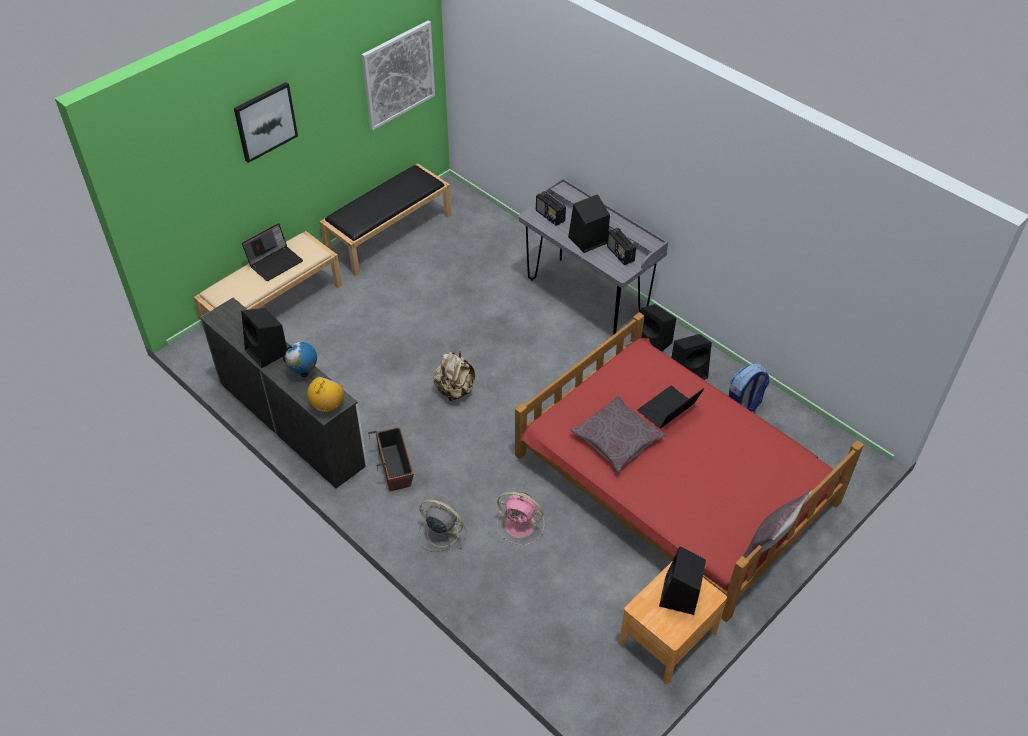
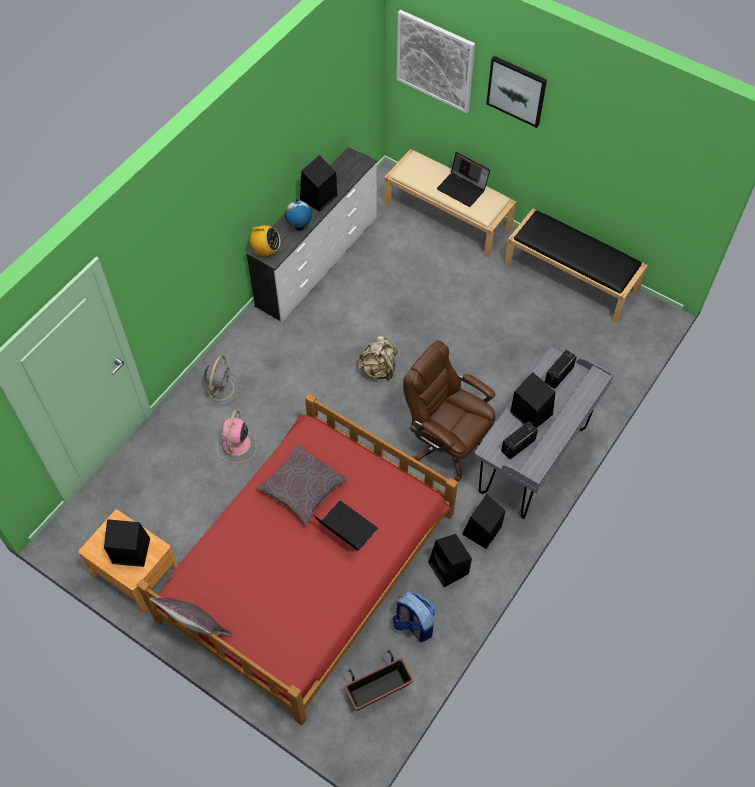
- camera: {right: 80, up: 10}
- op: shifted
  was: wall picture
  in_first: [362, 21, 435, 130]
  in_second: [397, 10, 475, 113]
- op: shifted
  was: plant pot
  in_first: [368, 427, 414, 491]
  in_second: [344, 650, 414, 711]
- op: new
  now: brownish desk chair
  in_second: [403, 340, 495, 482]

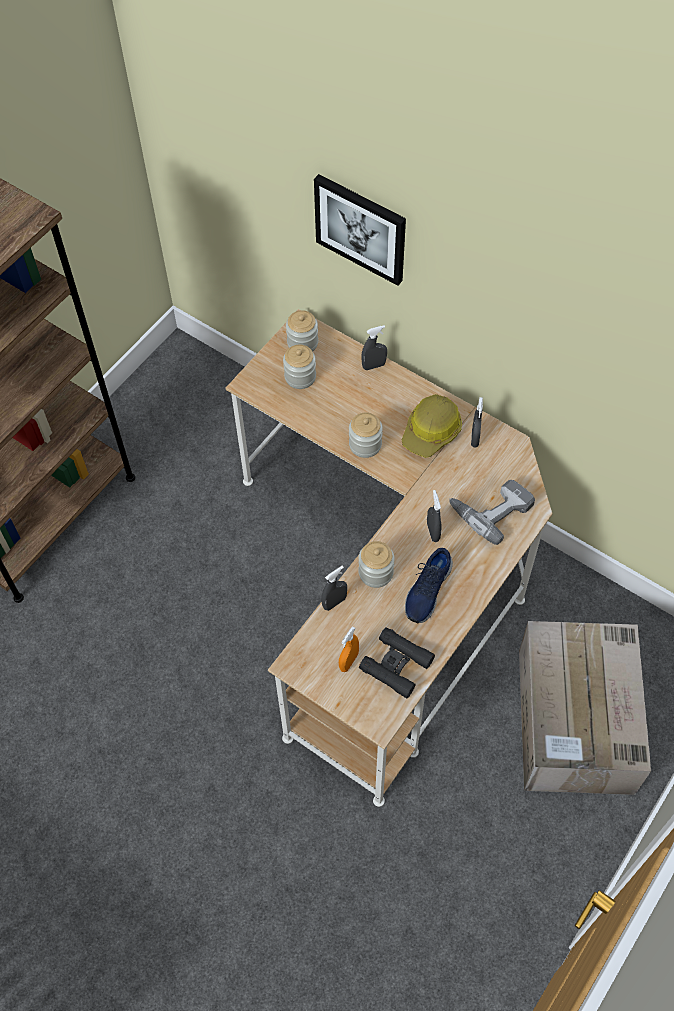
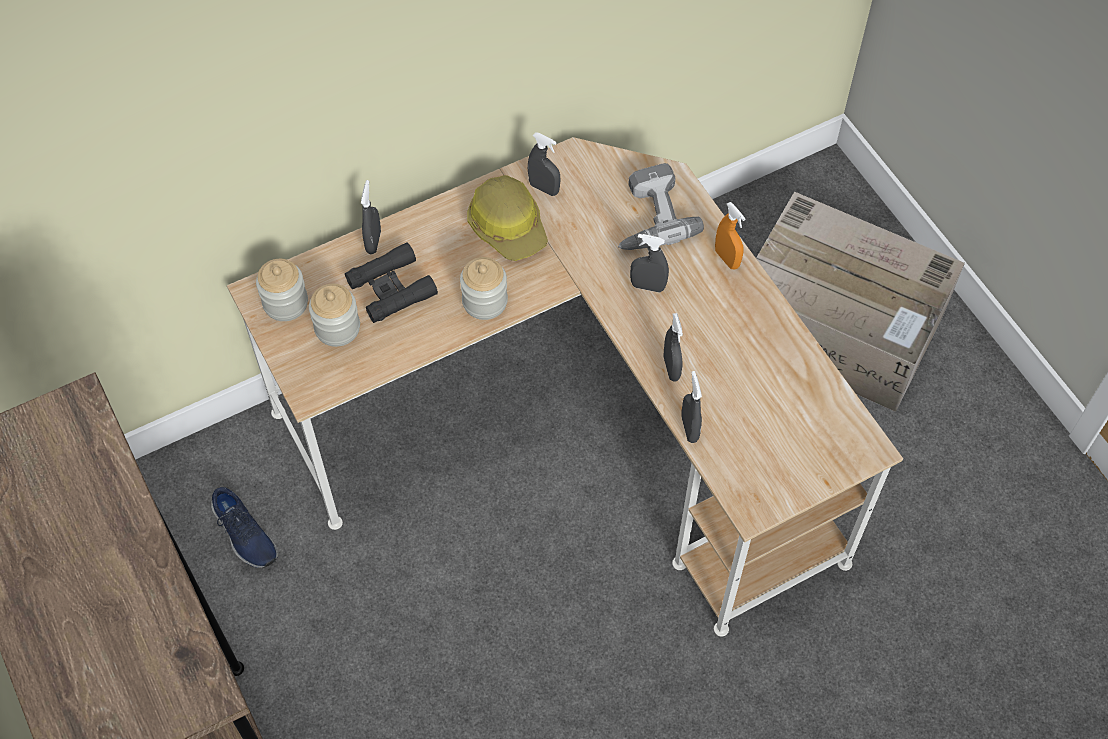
- camera: {right: -65, up: 0}
- op: gone
  was: wall picture
  in_first: [314, 174, 406, 286]
- op: swapped
  was: jar
  now: grey hand sprayer
  in_first: [358, 541, 395, 588]
  in_second: [664, 313, 683, 382]
- op: shifted
  was: blue-coloured shoe
  in_first: [405, 548, 453, 623]
  in_second: [211, 487, 278, 568]
- op: shifted
  was: orange hand sprayer
  in_first: [339, 626, 359, 672]
  in_second: [715, 202, 746, 270]
- op: shifted
  was: black-coloured pair of binoculars
  in_first: [359, 627, 435, 699]
  in_second: [345, 242, 438, 323]

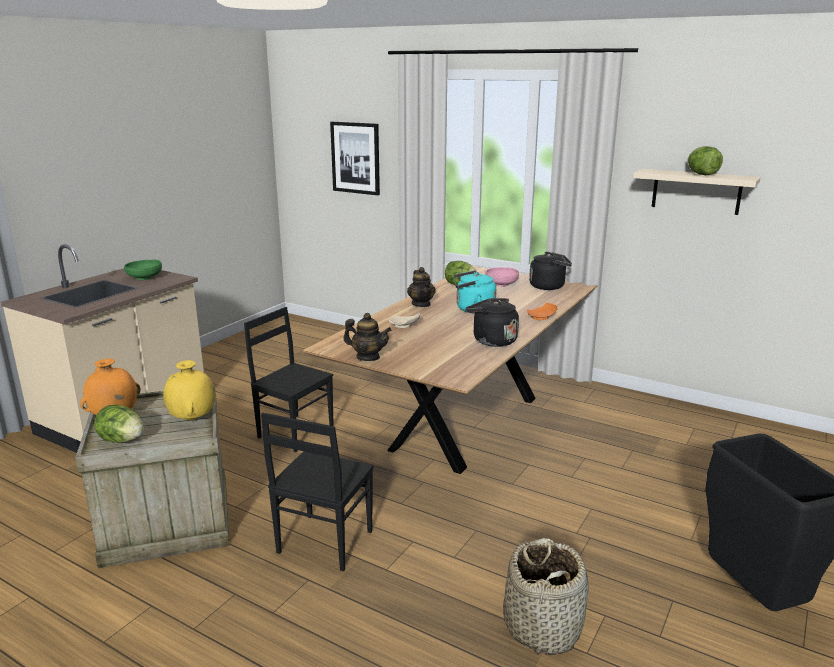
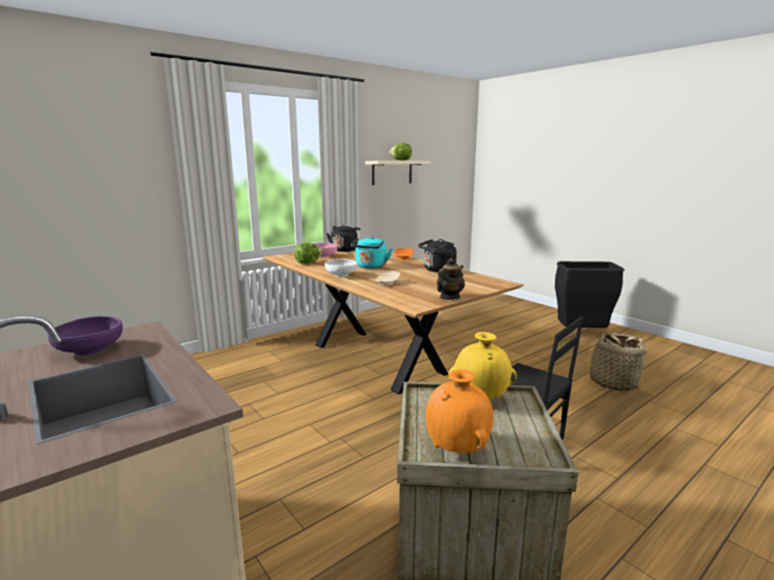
- camera: {right: -70, up: -5}
- op: gone
  was: wall picture
  in_first: [330, 122, 380, 195]
- op: repainted
  was: green-coloured serving bowl
  now: purplish serving bowl
  in_first: [124, 260, 162, 280]
  in_second: [48, 316, 123, 356]
- op: swapped
  was: tea pot
  now: whitish serving bowl
  in_first: [407, 267, 436, 307]
  in_second: [325, 259, 357, 277]
- op: gone
  was: black-coloured upright chair
  in_first: [244, 307, 334, 452]
- op: gone
  was: lettuce head
  in_first: [95, 405, 144, 443]

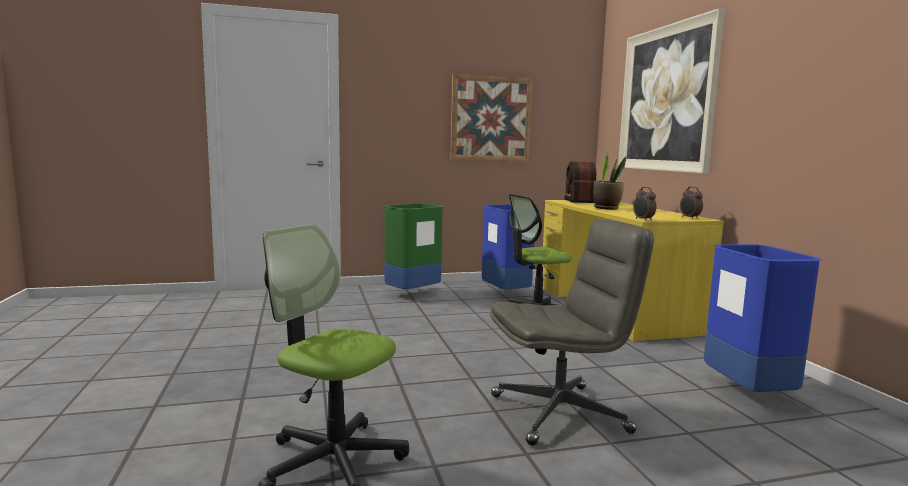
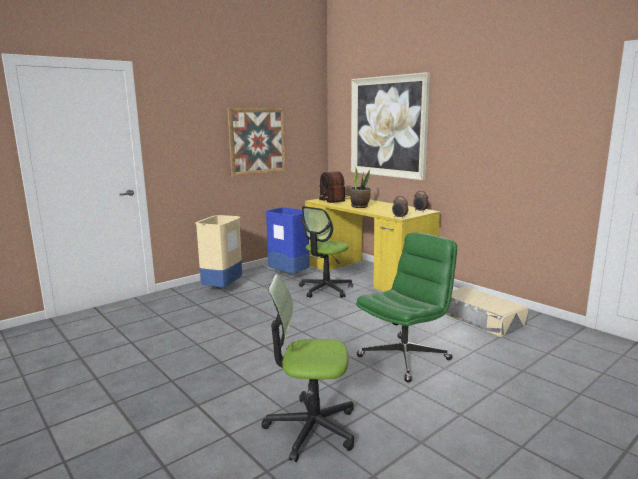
- camera: {right: -25, up: 5}
- op: repainted
  was: green-coloured rubbish bin
  now: sand-coloured rubbish bin
  in_first: [384, 203, 444, 289]
  in_second: [196, 215, 242, 287]
- op: repainted
  was: grey desk chair
  now: green-coloured desk chair
  in_first: [490, 219, 654, 446]
  in_second: [356, 232, 457, 383]
- op: swapped
  was: blue-coloured rubbish bin
  now: sand-coloured storage container
  in_first: [704, 244, 822, 392]
  in_second: [445, 286, 529, 337]

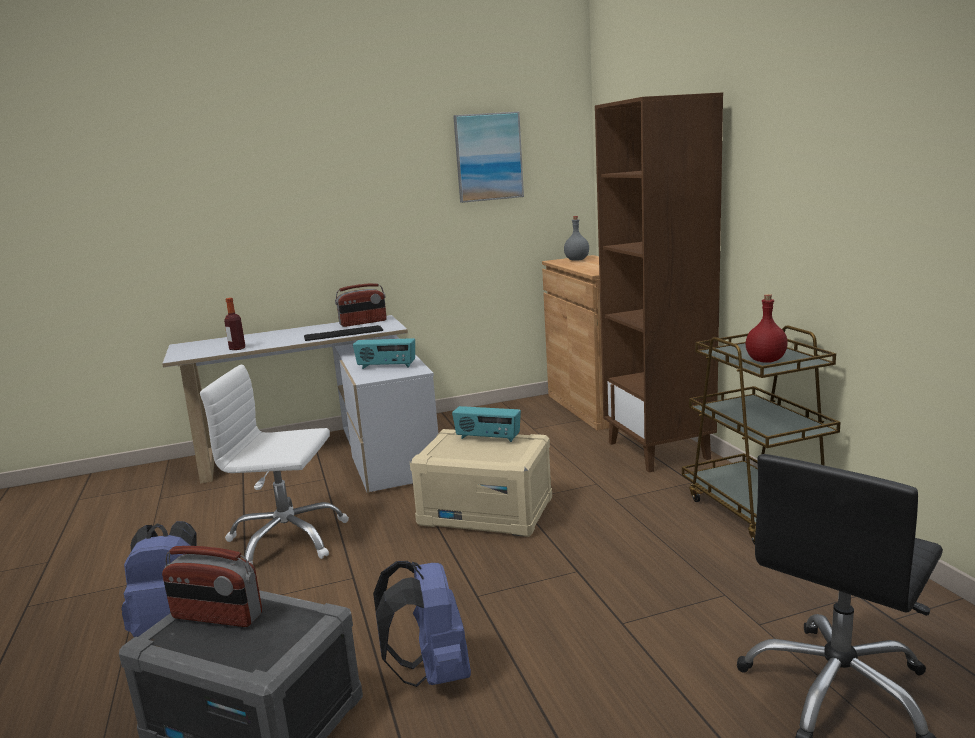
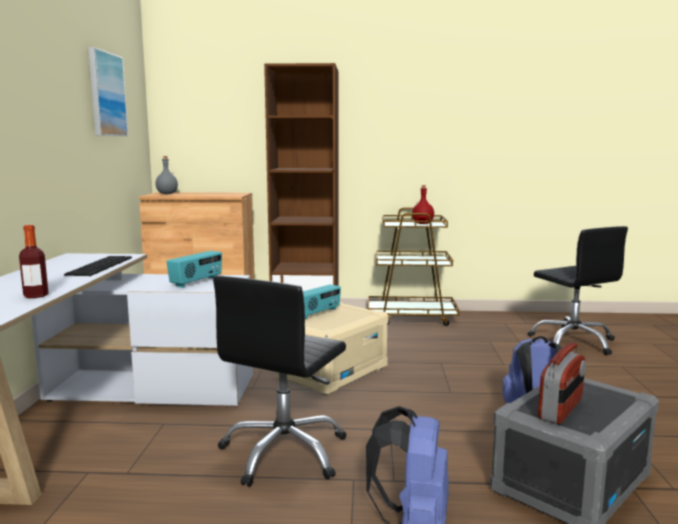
- camera: {right: -70, up: -5}
- op: gone
  was: radio set
  in_first: [335, 283, 387, 327]
- op: repainted
  was: whitish desk chair
  now: black-coloured desk chair
  in_first: [200, 365, 349, 564]
  in_second: [213, 276, 347, 487]

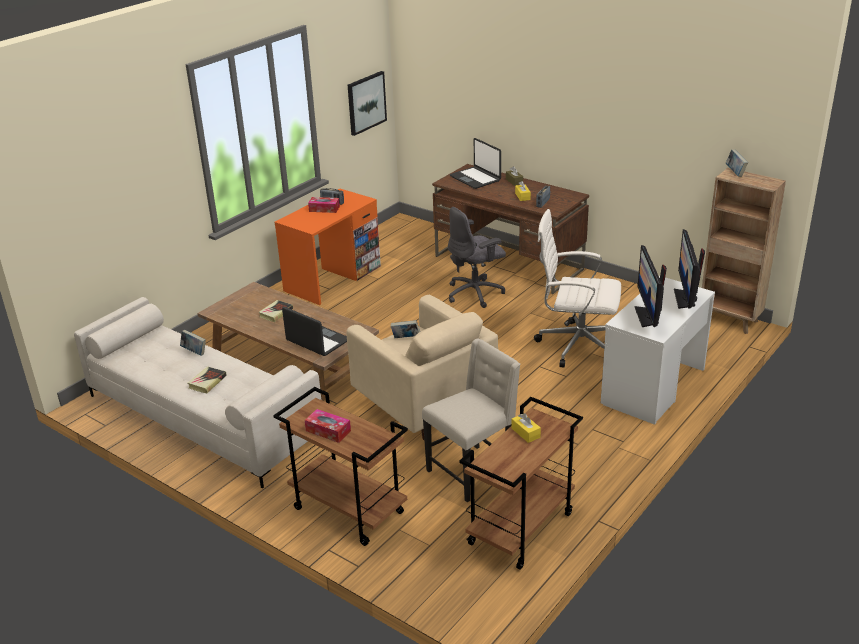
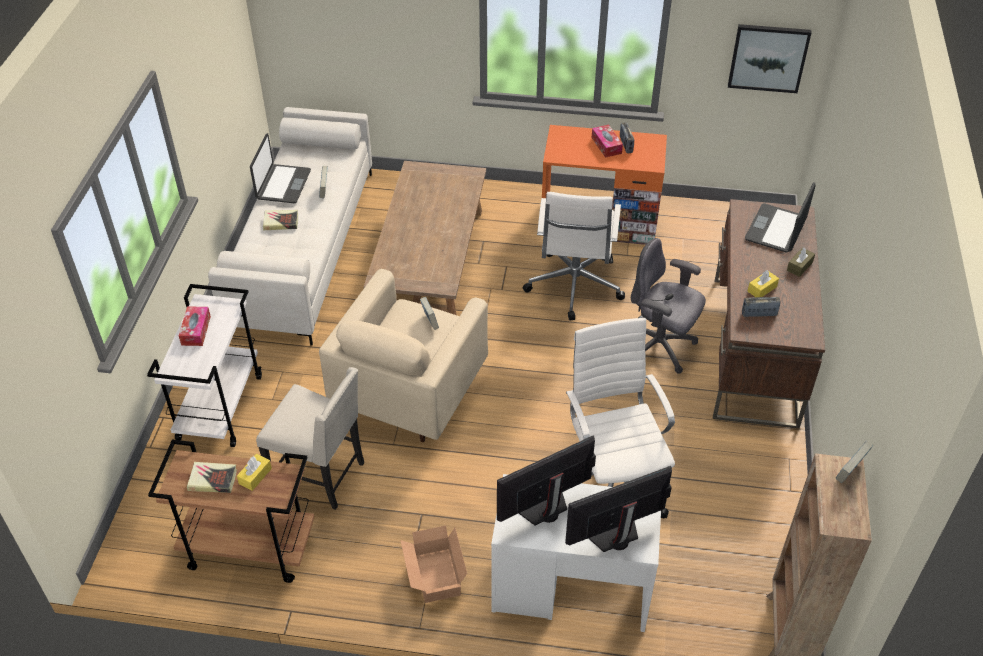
- camera: {right: 60, up: 15}
- op: shifted
  was: book
  in_first: [259, 300, 293, 322]
  in_second: [187, 462, 237, 493]
- op: shifted
  was: notebook computer
  in_first: [282, 307, 347, 356]
  in_second: [250, 133, 311, 203]
- op: repainted
  was: brownish wheeled cart
  now: whitish wheeled cart
  in_first: [273, 387, 408, 546]
  in_second: [147, 284, 262, 447]
- op: new
  now: whitish desk chair
  in_second: [523, 192, 625, 321]
- op: new
  now: packing box
  in_second: [400, 526, 467, 603]

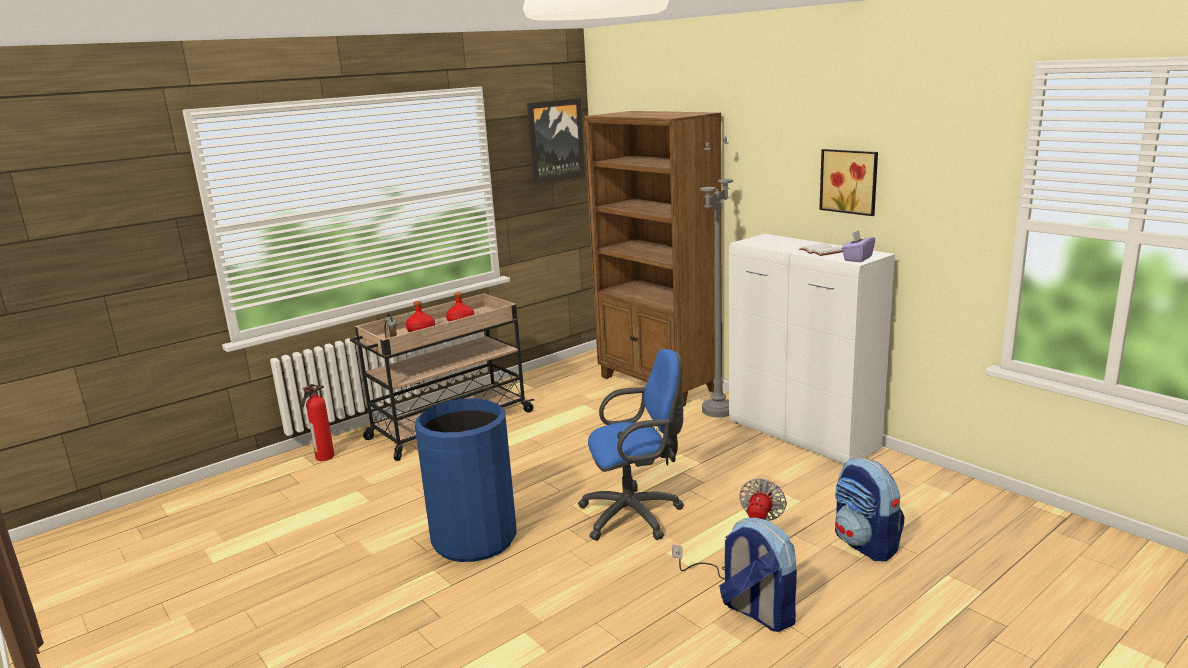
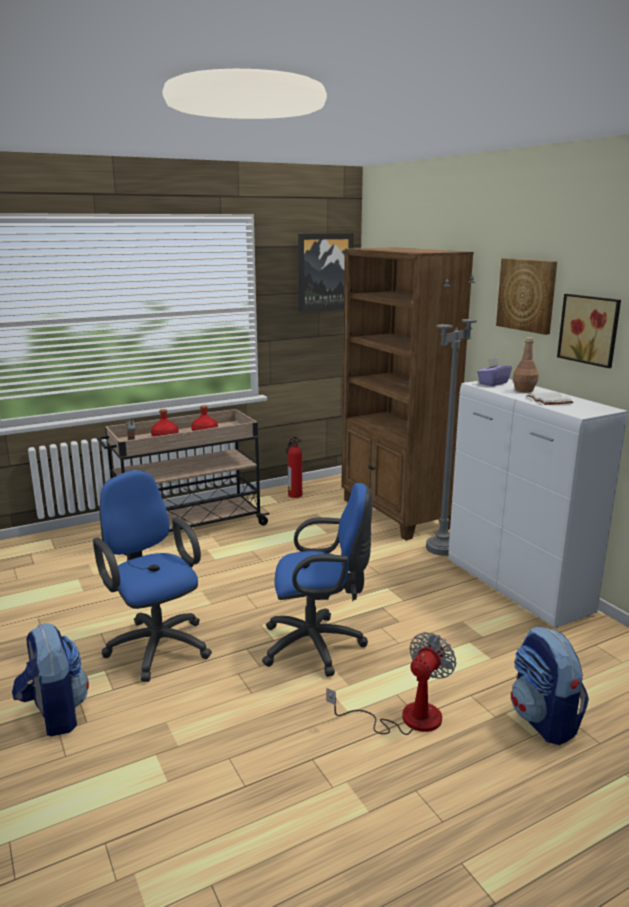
- camera: {right: 10, up: 0}
- op: shifted
  was: purplish tissue holder
  in_first: [841, 230, 875, 262]
  in_second: [477, 357, 512, 386]
- op: shifted
  was: extinguisher
  in_first: [301, 384, 335, 461]
  in_second: [285, 437, 302, 498]
- op: swapped
  was: blue-coloured rubbish bin
  now: blue-coloured desk chair
  in_first: [415, 398, 517, 562]
  in_second: [93, 470, 212, 682]
- op: shifted
  was: rucksack
  in_first: [719, 518, 797, 632]
  in_second: [12, 623, 89, 736]
- op: new
  now: wall picture
  in_second: [496, 258, 557, 335]
- op: new
  now: brownish beverage bottle
  in_second: [513, 337, 539, 393]

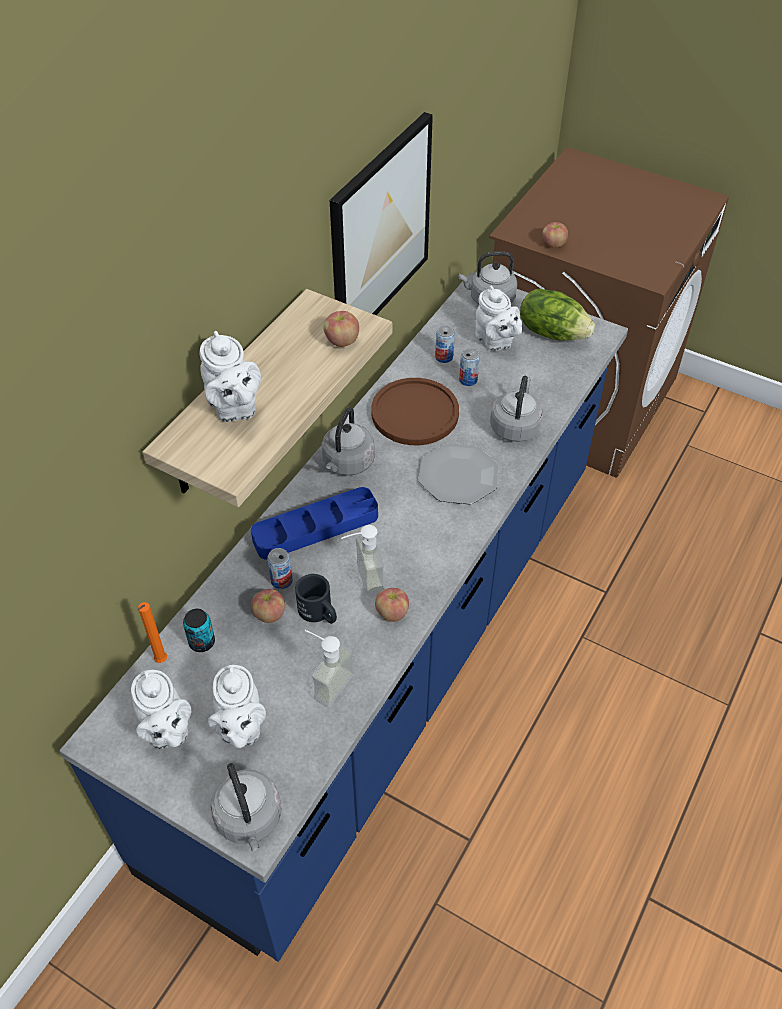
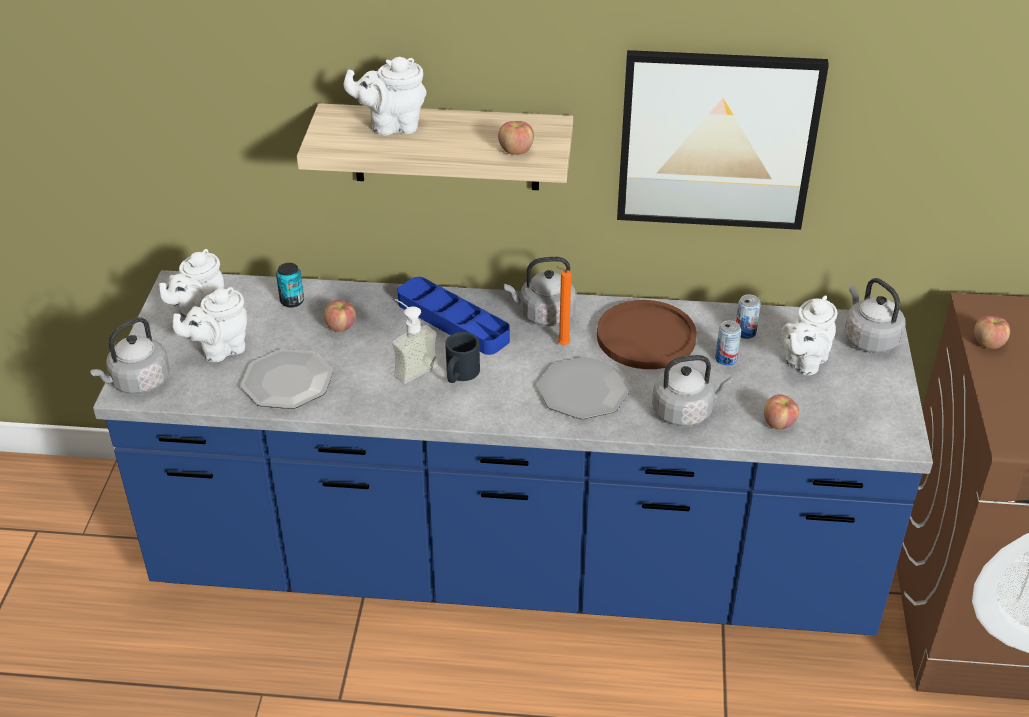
- camera: {right: 65, up: -10}
- op: gone
  was: lettuce head
  in_first: [520, 288, 595, 341]
- op: rotated
  was: whitish tea pot
  in_first: [199, 331, 261, 422]
  in_second: [344, 57, 426, 135]
  clockwise: 45
- op: gone
  was: metal can
  in_first: [267, 548, 293, 589]
- op: shifted
  was: black-coloured coffee mug
  in_first: [295, 574, 337, 624]
  in_second: [445, 332, 480, 383]
- op: shifted
  was: whole apple
  in_first: [375, 588, 409, 622]
  in_second: [764, 395, 799, 430]
- op: shifted
  was: orange wax candle
  in_first: [137, 602, 167, 663]
  in_second: [556, 266, 571, 345]
- op: swapped
  was: soap bottle
  now: dinner plate
  in_first: [305, 630, 354, 708]
  in_second: [240, 349, 333, 409]

